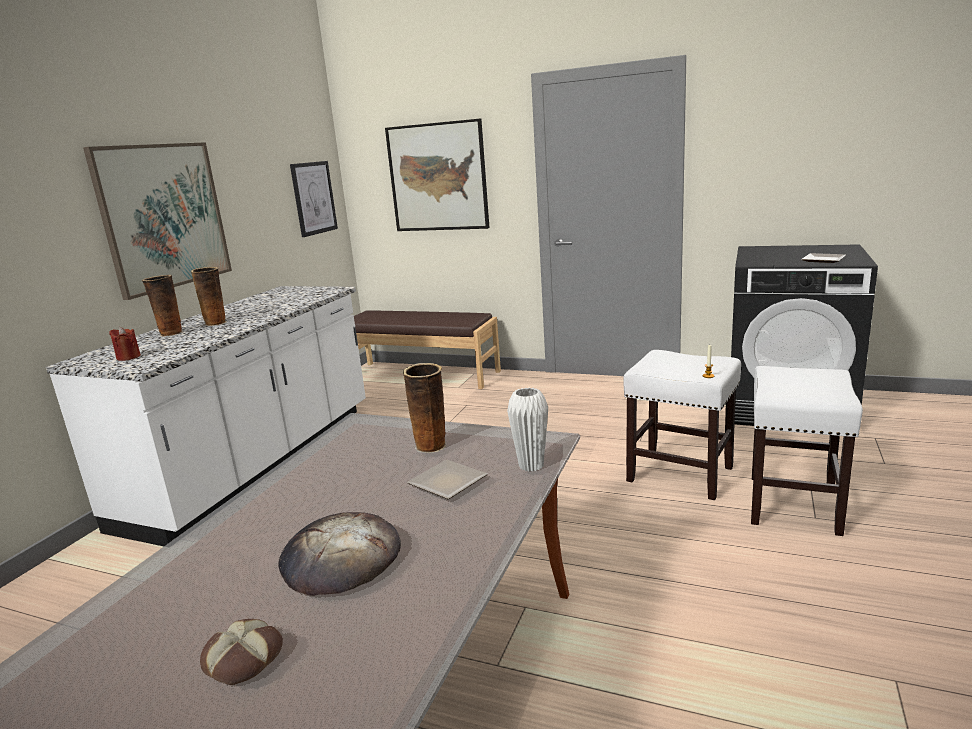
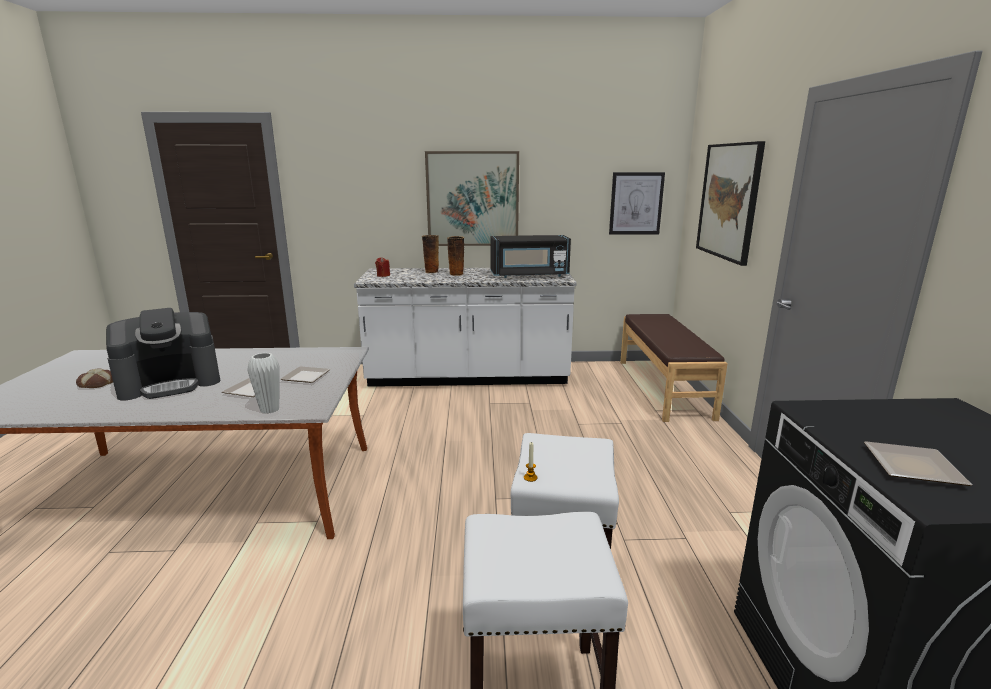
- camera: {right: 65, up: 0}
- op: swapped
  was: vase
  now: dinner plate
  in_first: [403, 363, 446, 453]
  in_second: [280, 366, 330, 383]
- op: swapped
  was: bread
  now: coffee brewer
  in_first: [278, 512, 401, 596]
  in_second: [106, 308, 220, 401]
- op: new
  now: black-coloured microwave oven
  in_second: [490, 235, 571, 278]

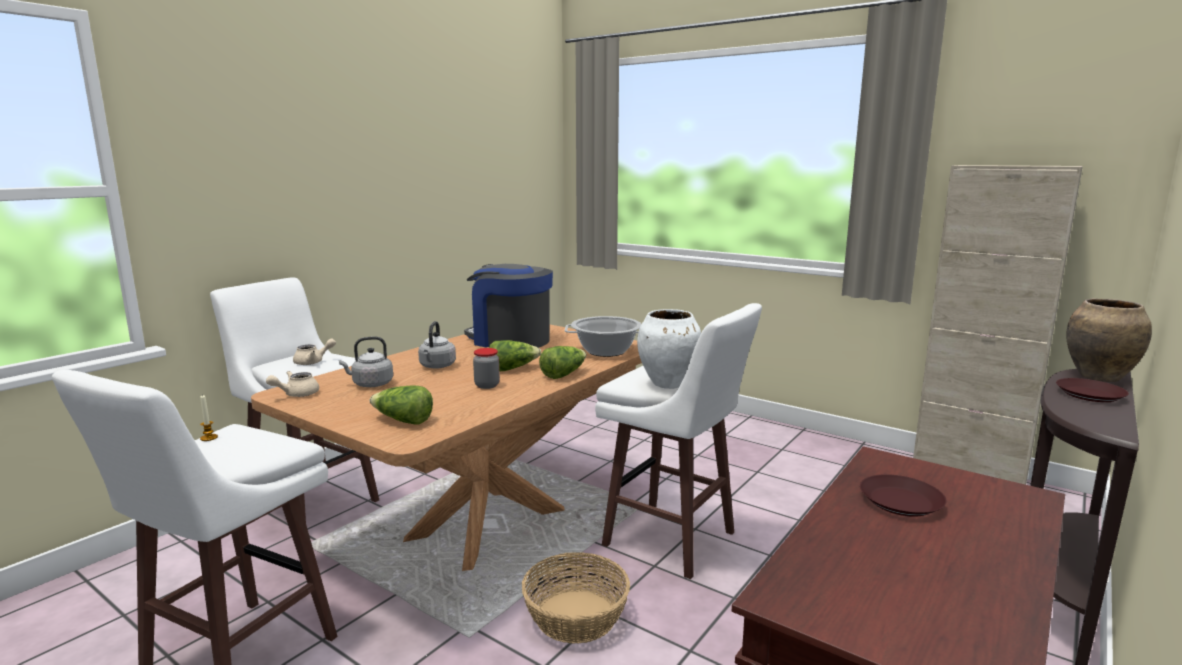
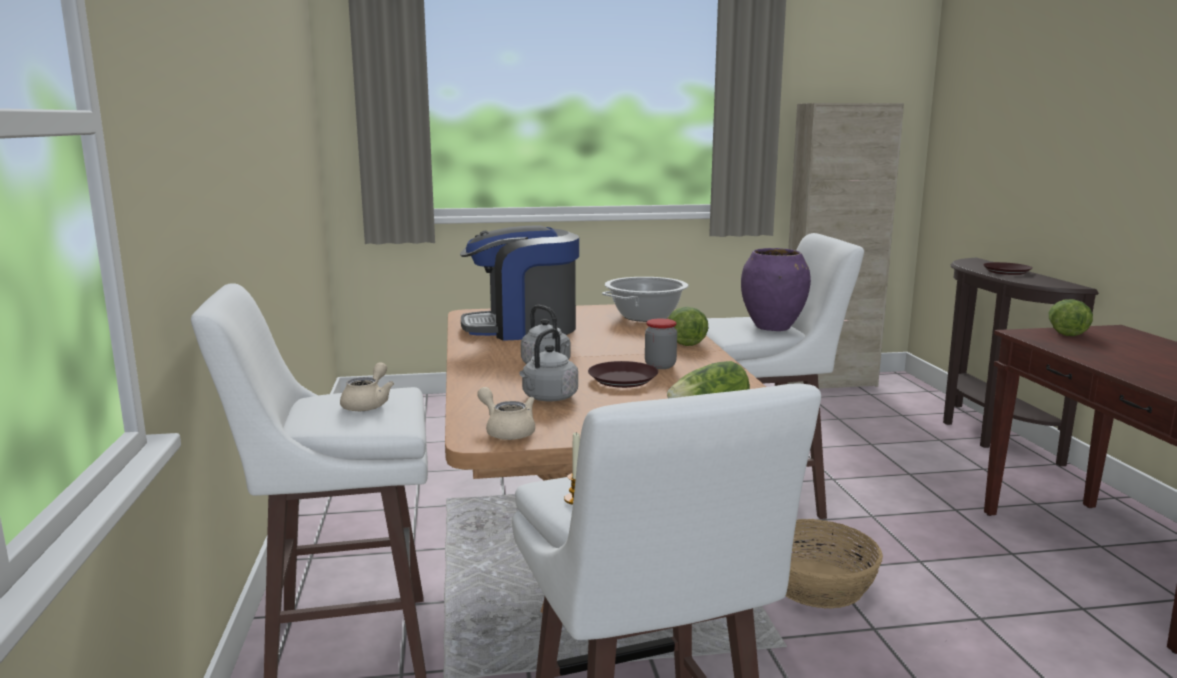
- camera: {right: -45, up: 0}
- op: gone
  was: brownish vase
  in_first: [1066, 298, 1152, 382]
- op: repainted
  was: whitish vase
  now: purplish vase
  in_first: [637, 309, 701, 389]
  in_second: [741, 248, 811, 331]
- op: shifted
  was: lettuce head
  in_first: [489, 340, 541, 371]
  in_second: [1049, 299, 1093, 336]
- op: rotated
  was: sand-coloured tea pot
  in_first: [266, 371, 319, 397]
  in_second: [477, 387, 535, 440]
  clockwise: 135
- op: shifted
  was: brownish dinner plate
  in_first: [860, 474, 946, 517]
  in_second: [588, 361, 658, 388]

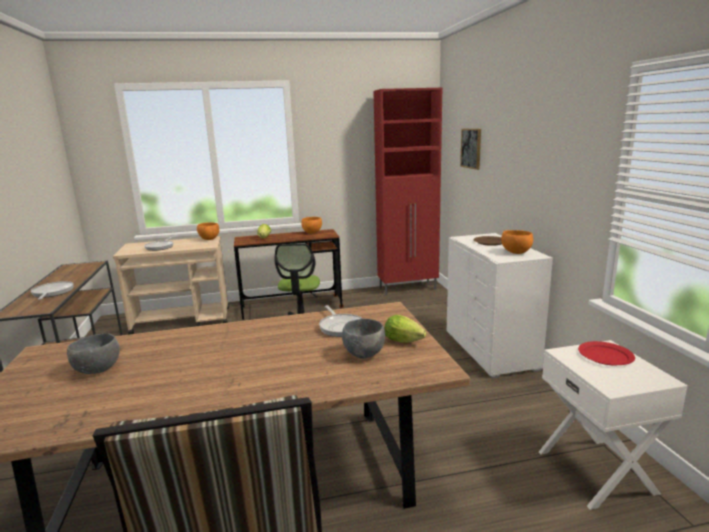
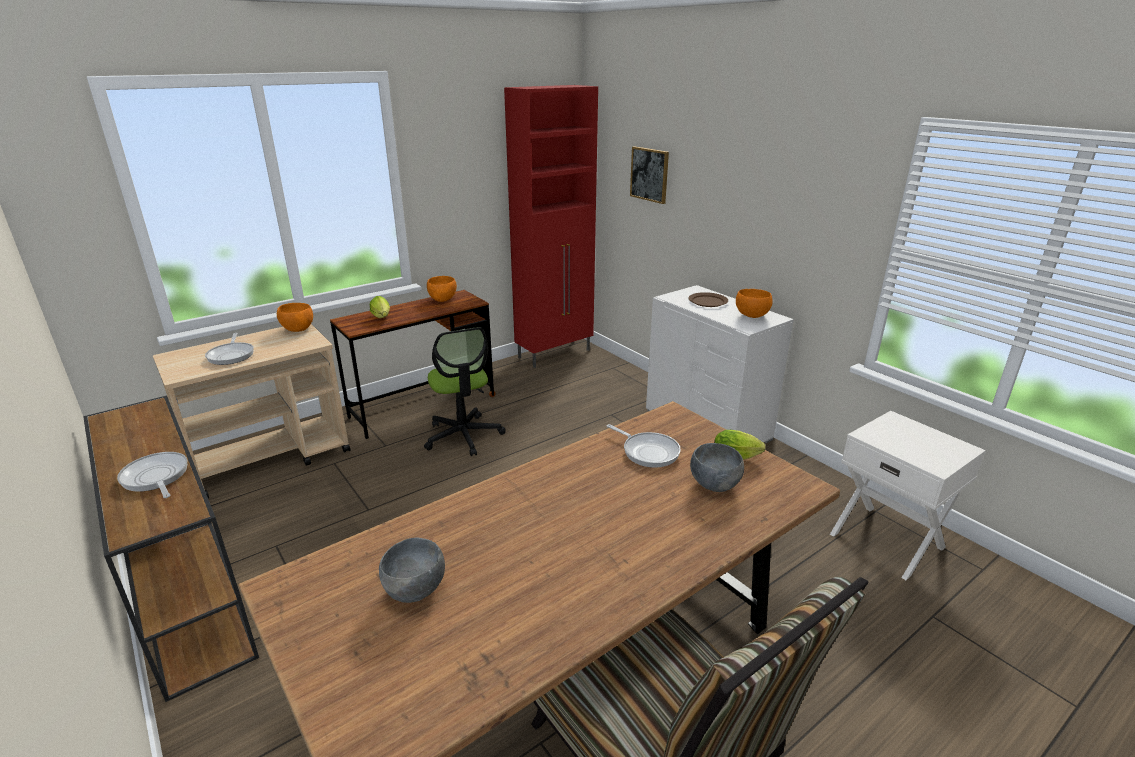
- camera: {right: -25, up: 10}
- op: gone
  was: reddish dinner plate
  in_first: [578, 341, 635, 366]

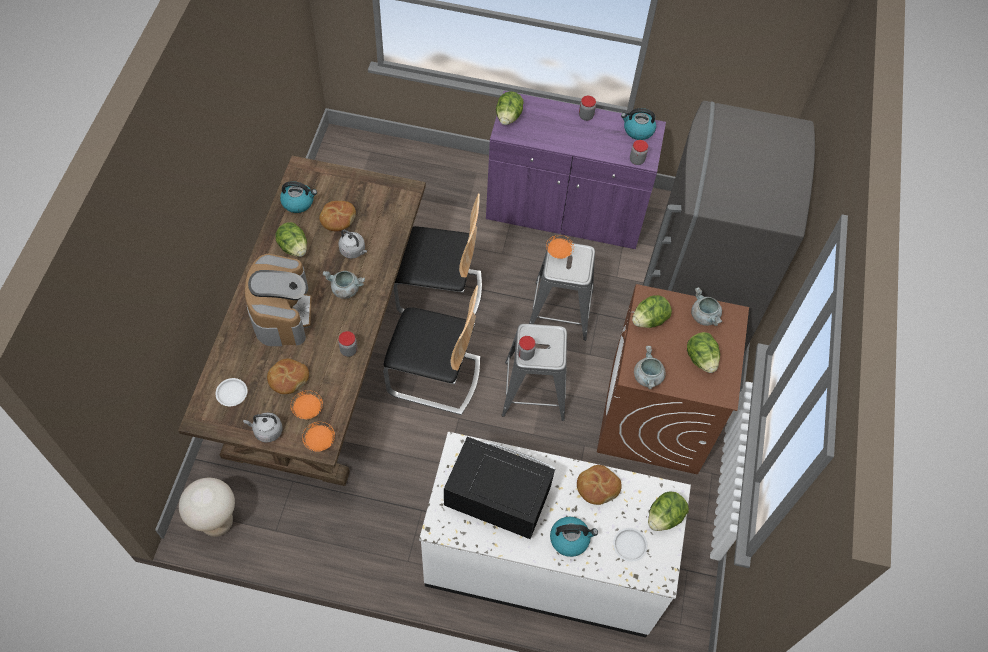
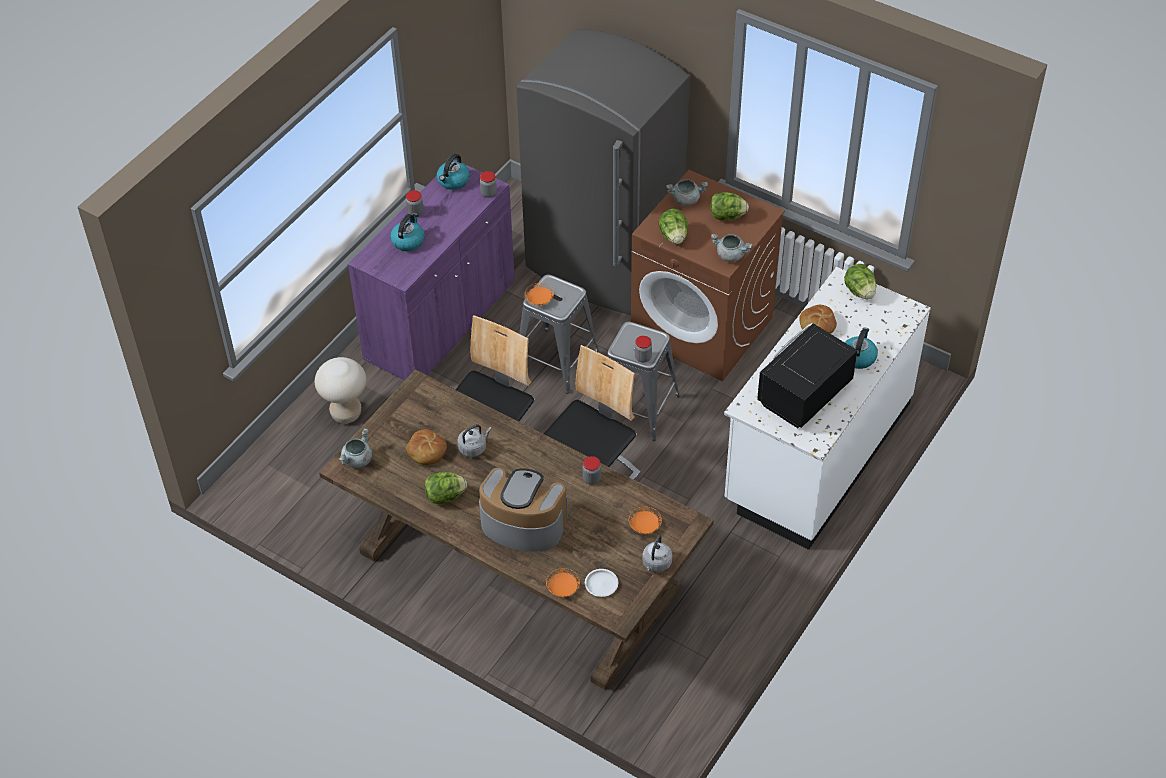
- camera: {right: -65, up: -10}
- op: gone
  was: lettuce head
  in_first: [496, 91, 524, 125]
- op: shifted
  was: tea kettle
  in_first: [280, 181, 317, 213]
  in_second: [390, 213, 425, 251]
- op: shifted
  was: grey cooking pot
  in_first: [323, 271, 365, 299]
  in_second: [339, 428, 373, 468]
- op: gone
  was: bread
  in_first: [267, 358, 309, 394]
- op: shifted
  was: orange dinner plate
  in_first: [302, 422, 335, 452]
  in_second: [546, 568, 580, 597]
- op: shifted
  was: sand-coloured stool seat
  in_first: [179, 478, 235, 537]
  in_second: [315, 357, 367, 424]
- op: gone
  was: whitish dinner plate
  in_first: [613, 528, 648, 561]

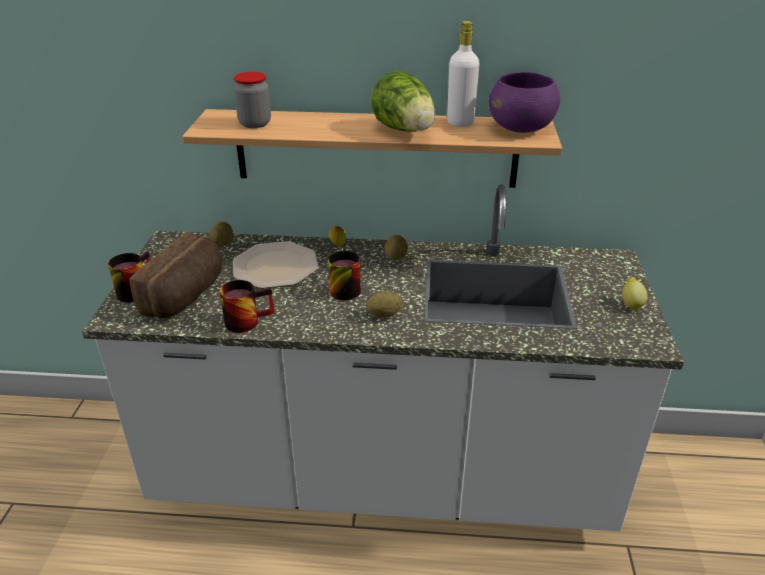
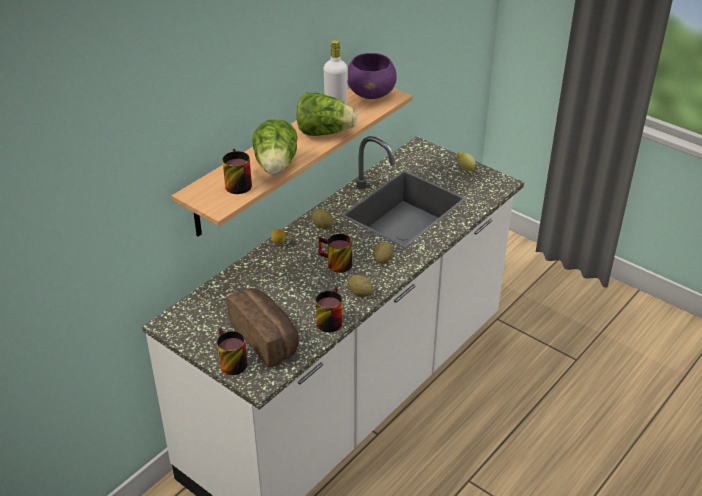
- camera: {right: -55, up: 5}
- op: swapped
  was: jar
  now: coffee mug
  in_first: [234, 72, 271, 128]
  in_second: [222, 149, 252, 194]
- op: shifted
  was: whole potato
  in_first: [209, 222, 233, 247]
  in_second: [348, 275, 373, 297]
- op: gone
  was: dinner plate
  in_first: [233, 241, 319, 289]
- op: new
  now: lettuce head
  in_second: [252, 119, 298, 174]

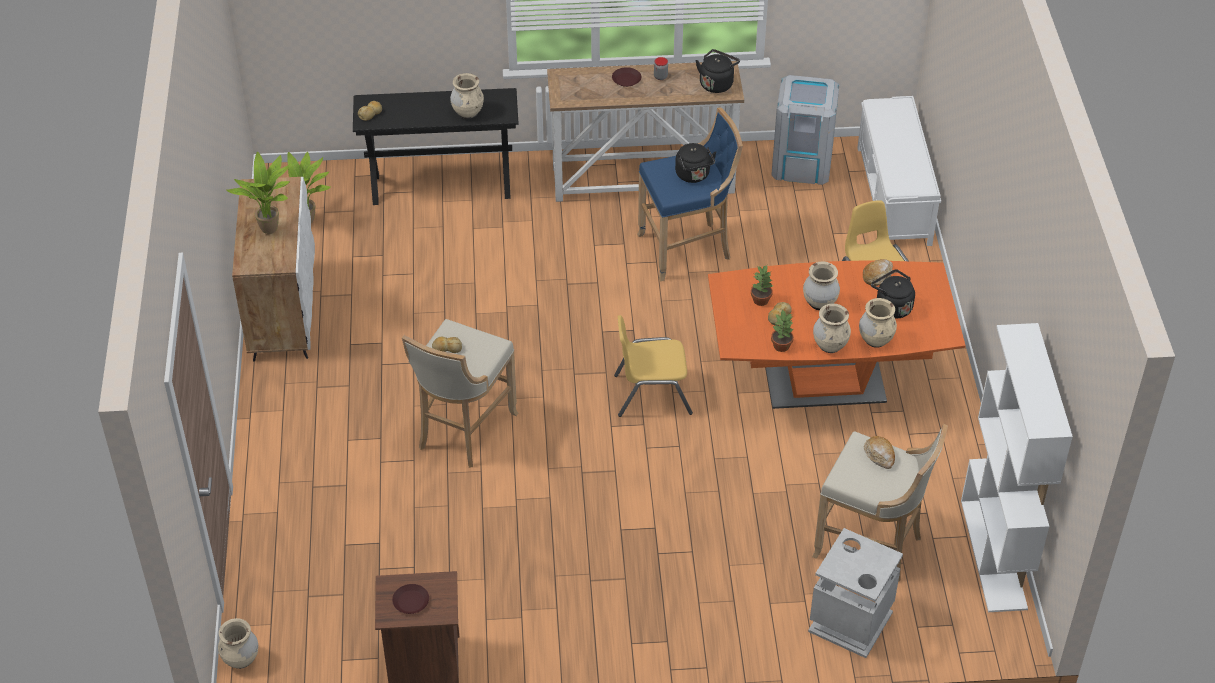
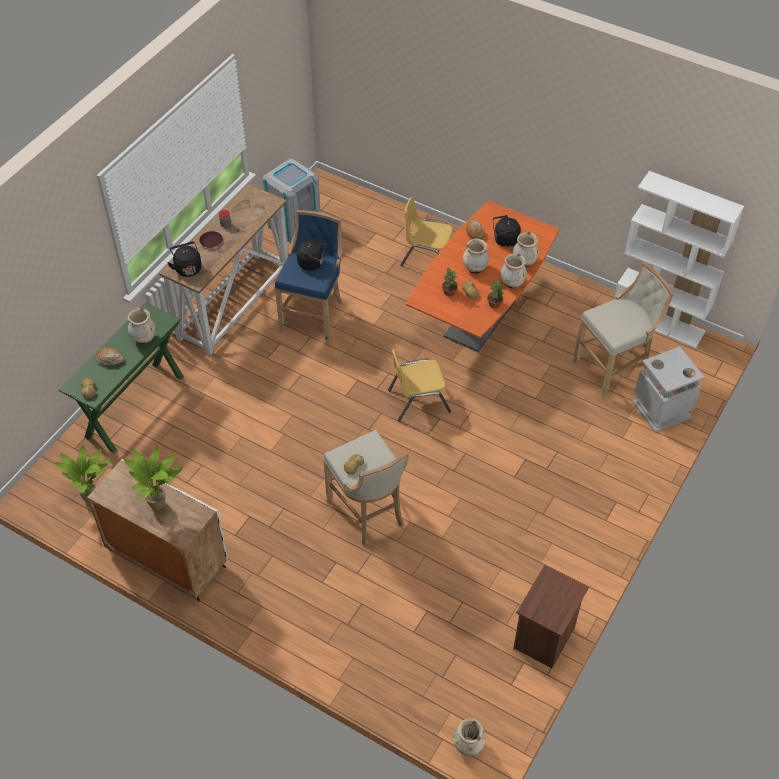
- camera: {right: -55, up: 5}
- op: shifted
  was: black-coloured tea kettle
  in_first: [696, 49, 740, 93]
  in_second: [168, 242, 202, 277]
- op: repainted
  was: black-coloured hall table
  now: green-coloured hall table
  in_first: [353, 88, 519, 205]
  in_second: [59, 302, 184, 453]
- op: gone
  was: whitish bench
  in_first: [857, 96, 941, 246]
- op: rotated
  was: yellowish upright chair
  in_first: [614, 315, 693, 417]
  in_second: [388, 349, 451, 422]
  clockwise: 45
- op: shifted
  was: bread
  in_first: [864, 436, 895, 469]
  in_second: [96, 347, 124, 365]
- op: gone
  was: brownish dinner plate
  in_first: [392, 584, 429, 614]

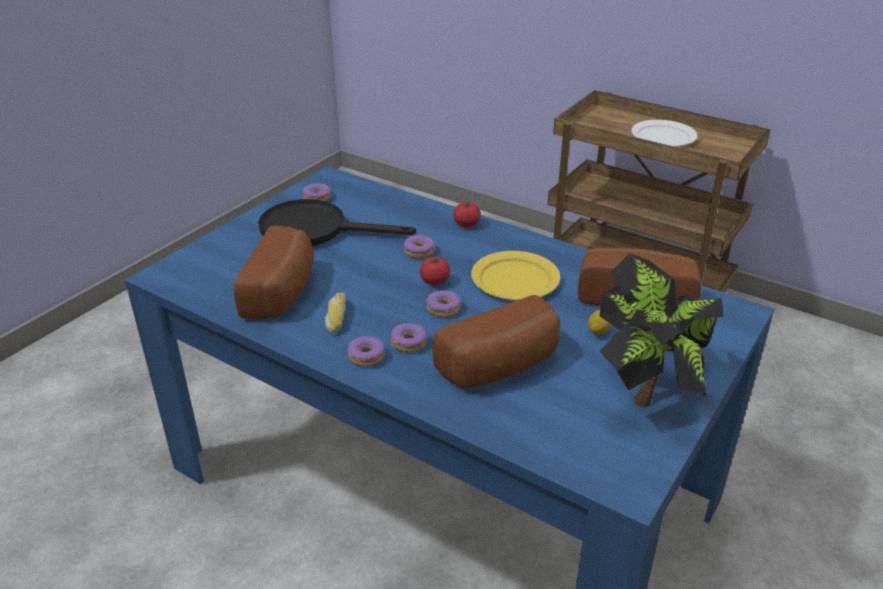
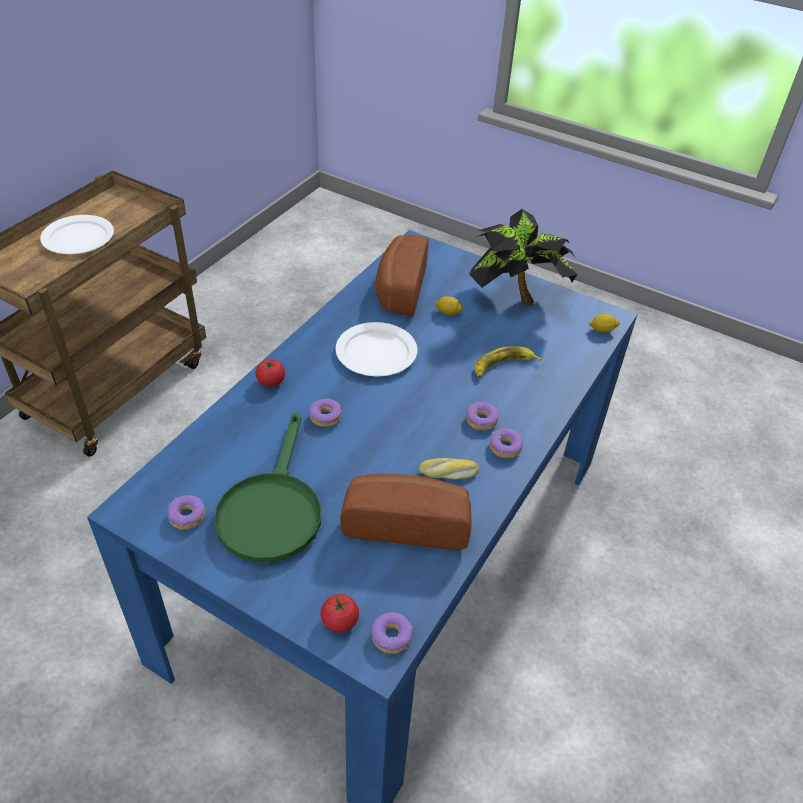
- camera: {right: -95, up: 10}
- op: repainted
  was: black-coloured pan
  now: green-coloured pan
  in_first: [258, 199, 416, 246]
  in_second: [214, 412, 321, 563]
- op: repainted
  was: yellowish dinner plate
  now: whitish dinner plate
  in_first: [471, 251, 560, 300]
  in_second: [336, 322, 417, 376]
- op: shifted
  was: whole tomato
  in_first: [420, 256, 451, 285]
  in_second: [321, 594, 359, 633]
- op: shifted
  was: doughnut
  in_first: [426, 290, 461, 317]
  in_second: [371, 612, 413, 654]
- op: swapped
  was: bread
  now: whole banana
  in_first: [432, 295, 560, 388]
  in_second: [474, 346, 542, 377]
- op: new
  now: lemon
  in_second: [589, 314, 620, 333]

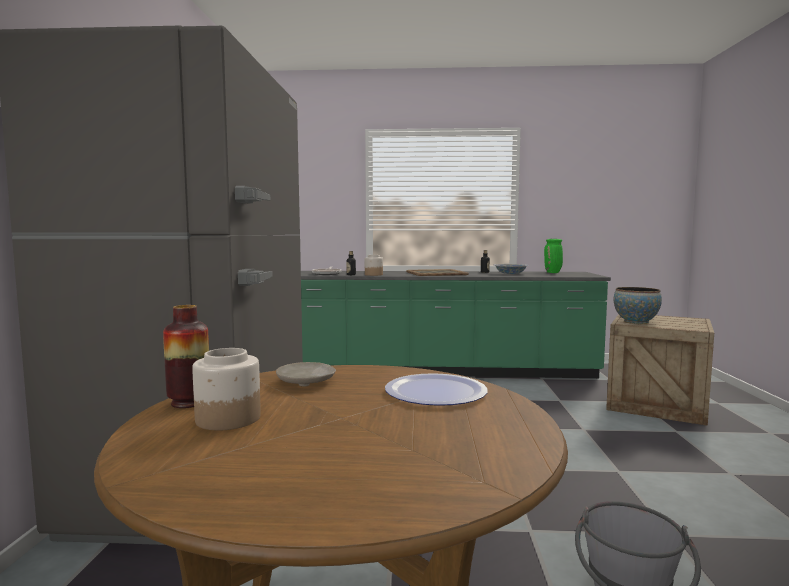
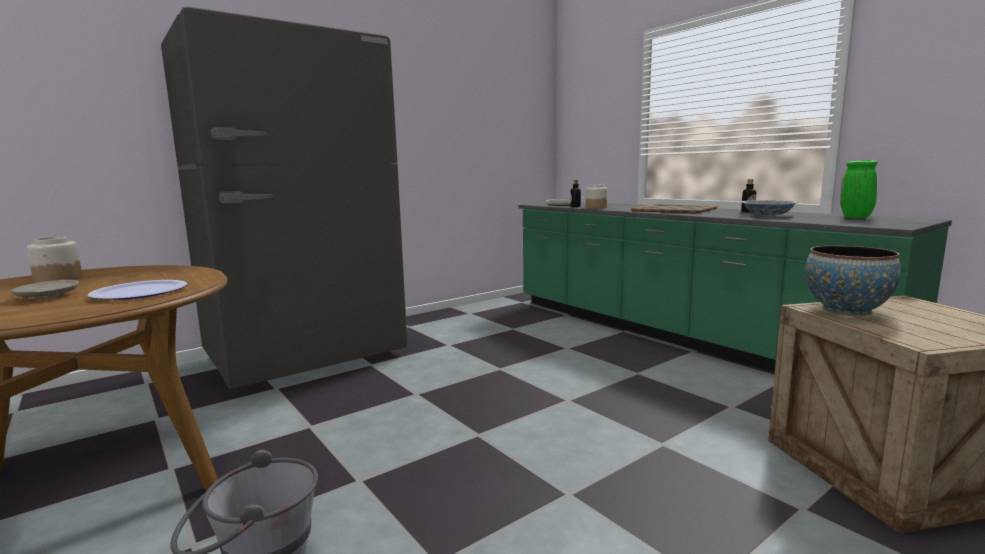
- camera: {right: 50, up: 5}
- op: gone
  was: vase
  in_first: [163, 305, 209, 408]
- op: shifted
  was: sand-coloured dinner plate
  in_first: [276, 362, 336, 387]
  in_second: [11, 280, 79, 299]

